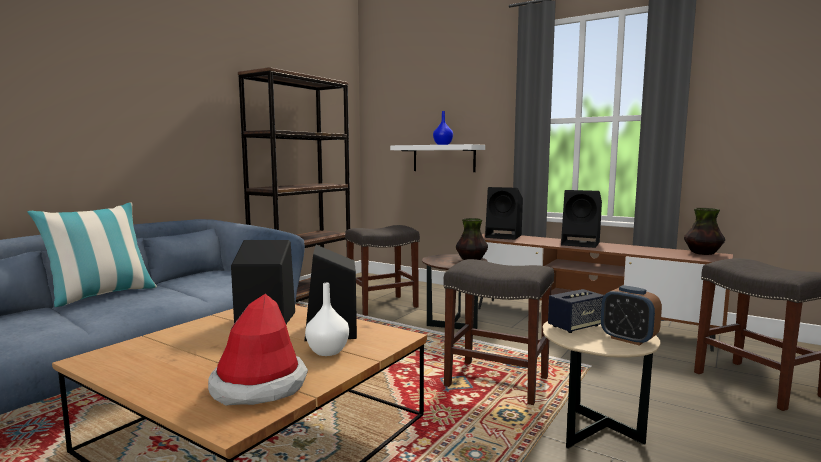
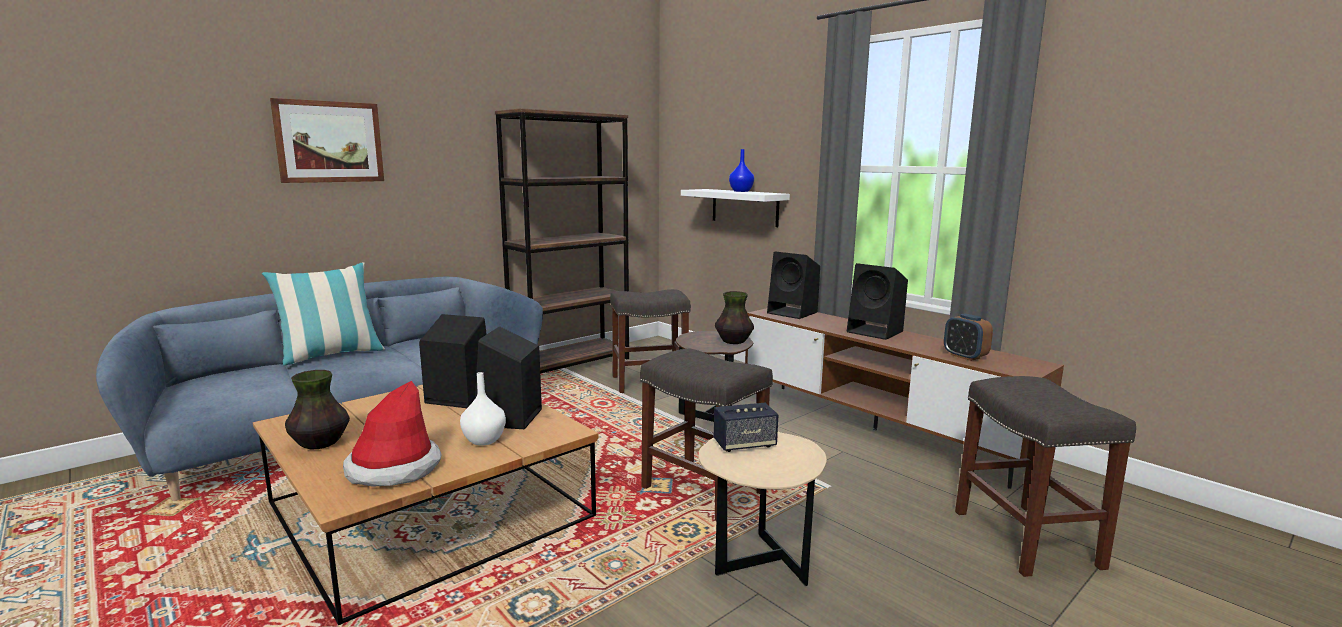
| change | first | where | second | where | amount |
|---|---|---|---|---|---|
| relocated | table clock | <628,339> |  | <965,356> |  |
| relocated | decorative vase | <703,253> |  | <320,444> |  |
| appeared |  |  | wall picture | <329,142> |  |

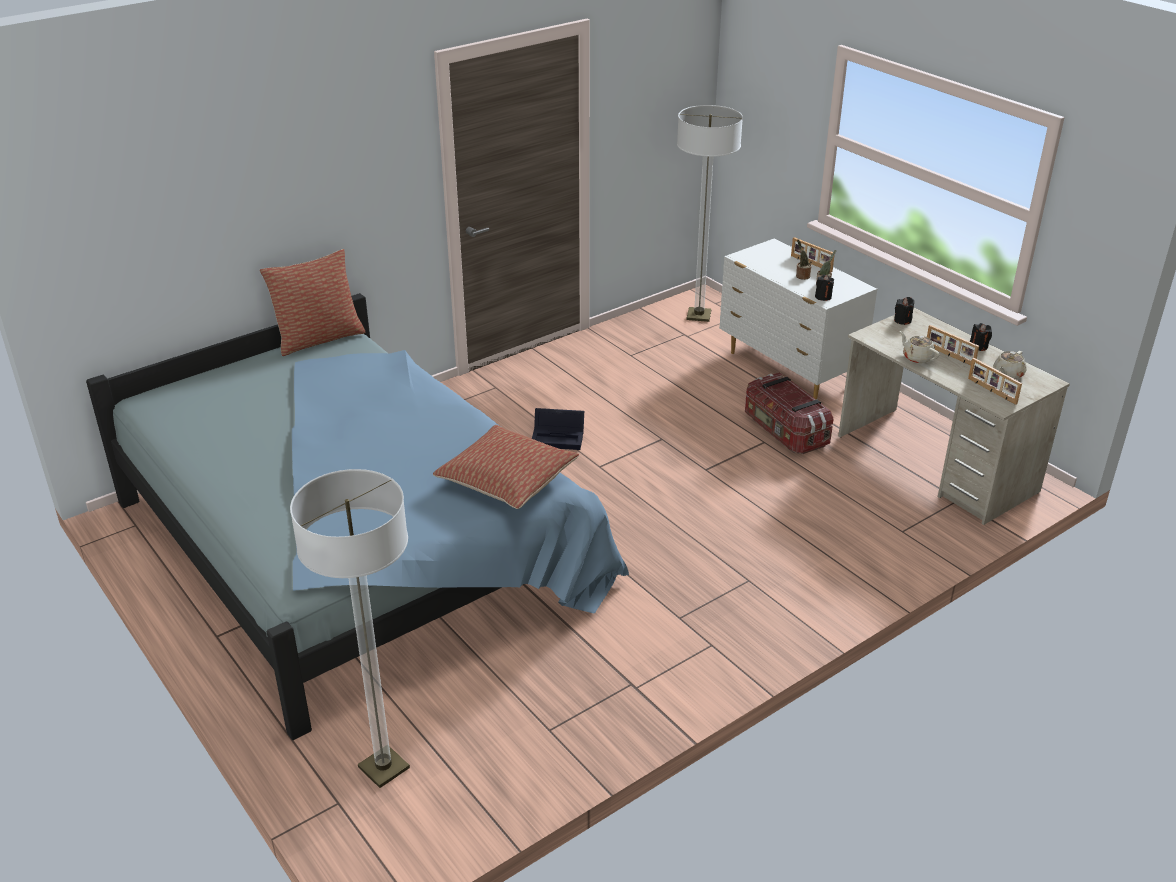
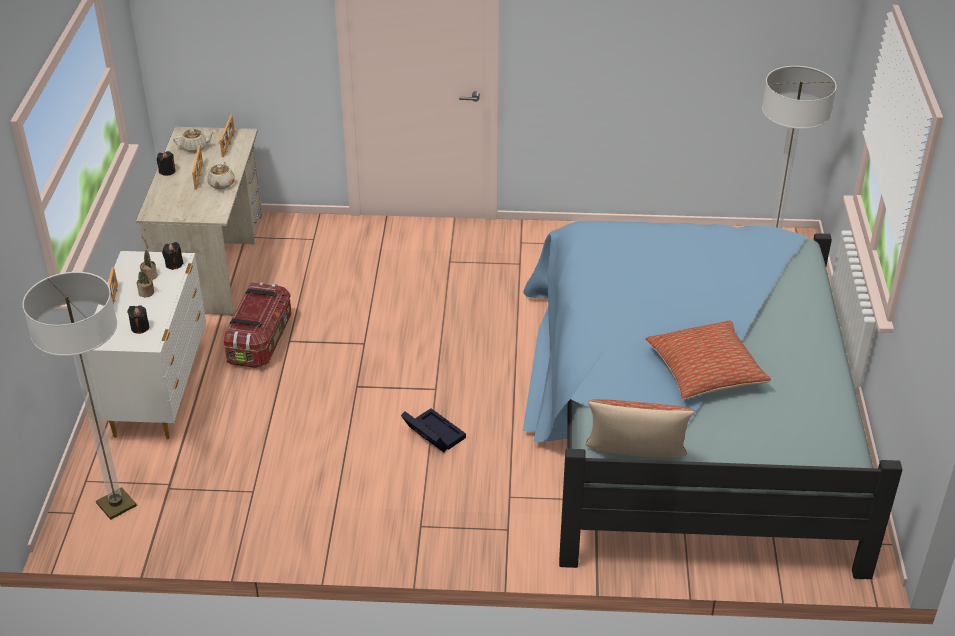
| change | first | where | second | where | amount |
|---|---|---|---|---|---|
| relocated | pillow | <507,480> |  | <705,371> |  |
| relocated | wax candle/black | <902,320> |  | <140,328> |  |

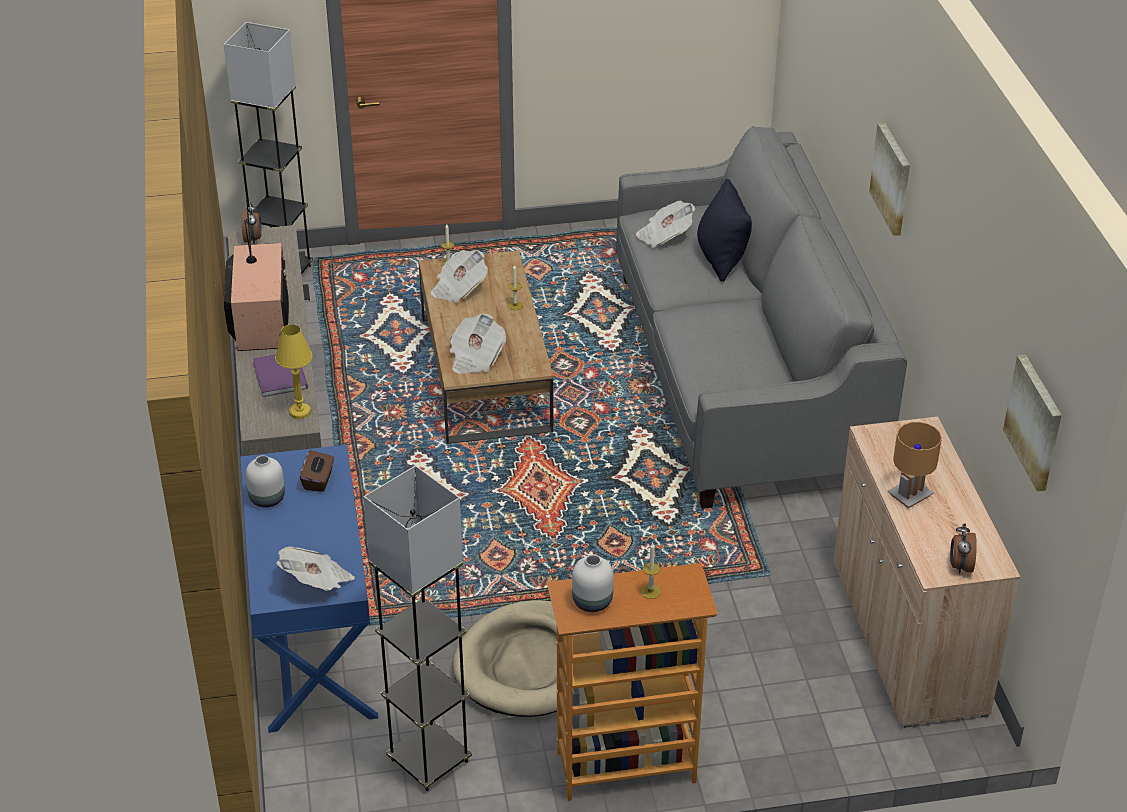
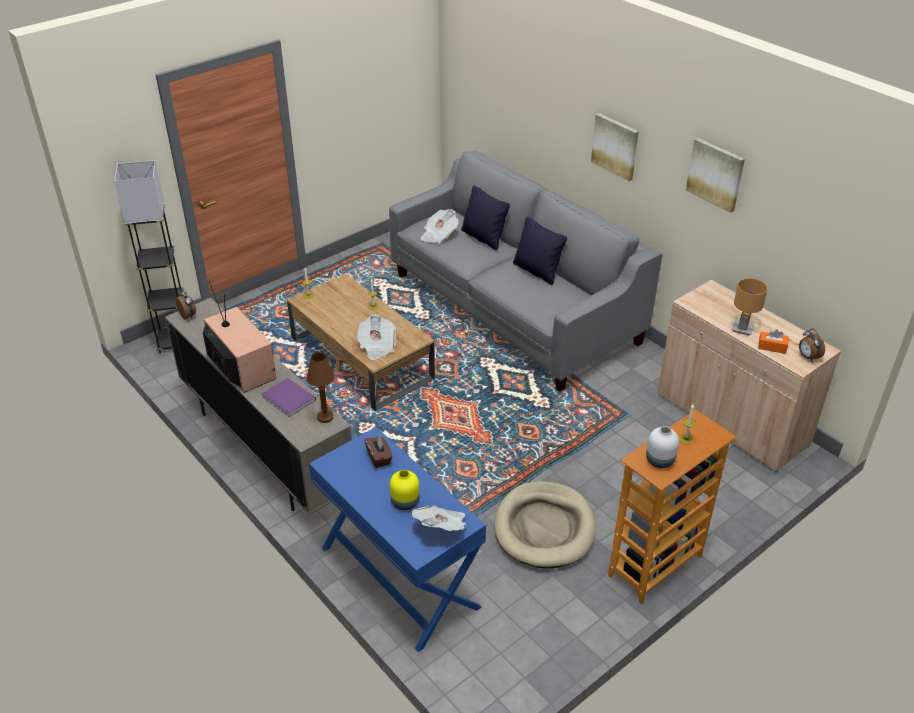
| change | first | where | second | where | amount |
|---|---|---|---|---|---|
| missing | decorative vase/whitish | <267,498> |  |  |  |
| colour | lamp for a table/yellow-coloured | <300,412> | lamp for a table/brown-coloured | <325,417> |  |
| missing | standing lamp/gray | <429,761> |  |  |  |
| missing | daily paper | <459,289> |  |  |  |
| relocated | wall picture | <1035,422> |  | <715,174> |  |
| appeared |  |  | decorative vase/yellow-coloured | <405,501> |  |
| appeared |  |  | pillow/black | <537,271> |  |
| appeared |  |  | tissue holder/orange | <772,347> |  |

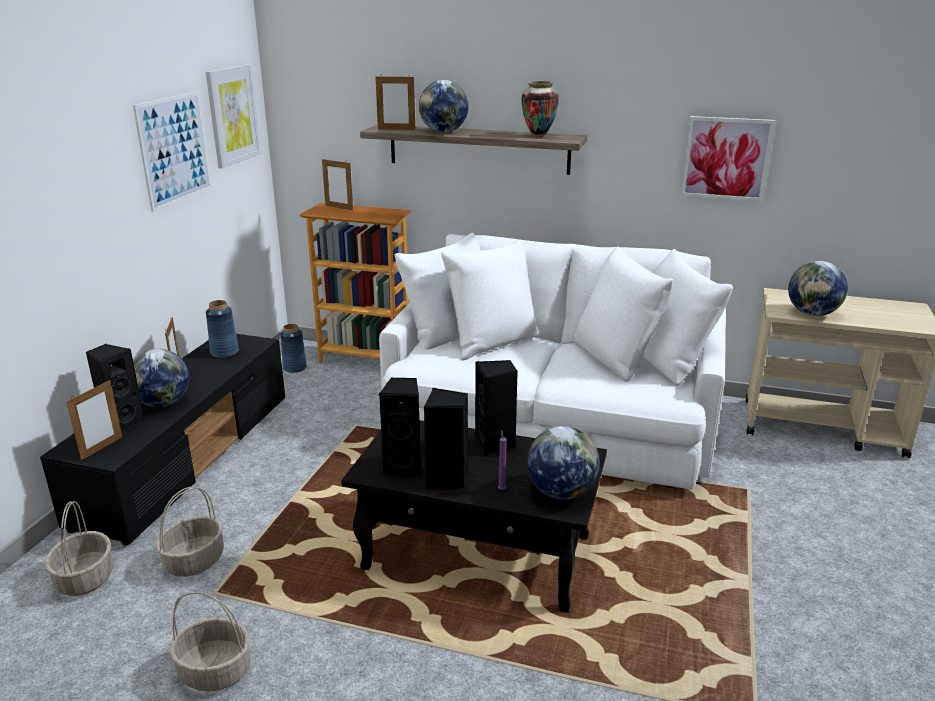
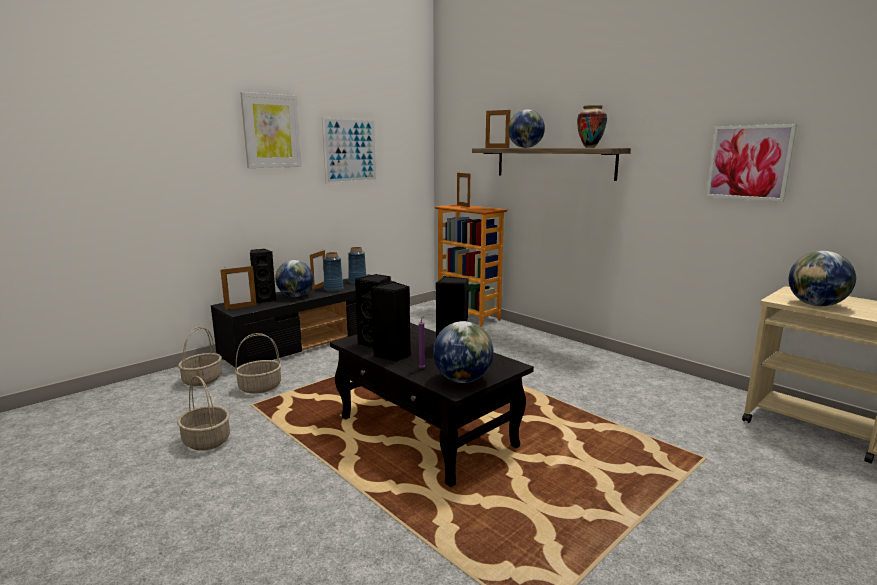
| change | first | where | second | where | amount |
|---|---|---|---|---|---|
| relocated | wall picture | <232,115> |  | <271,131> |  |
| relocated | decorative vase/blue-coloured | <294,368> |  | <333,289> |  |
| missing | couch/whitish | <553,419> |  |  |  |

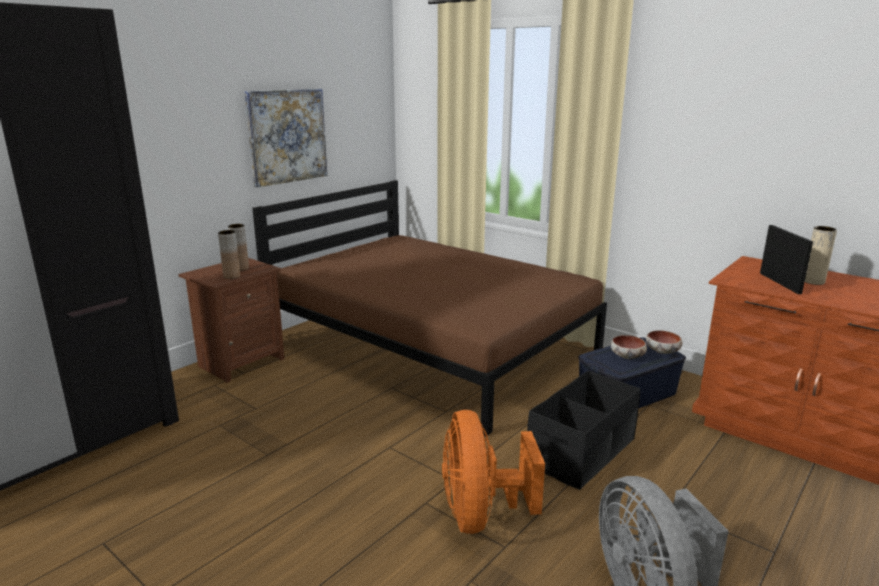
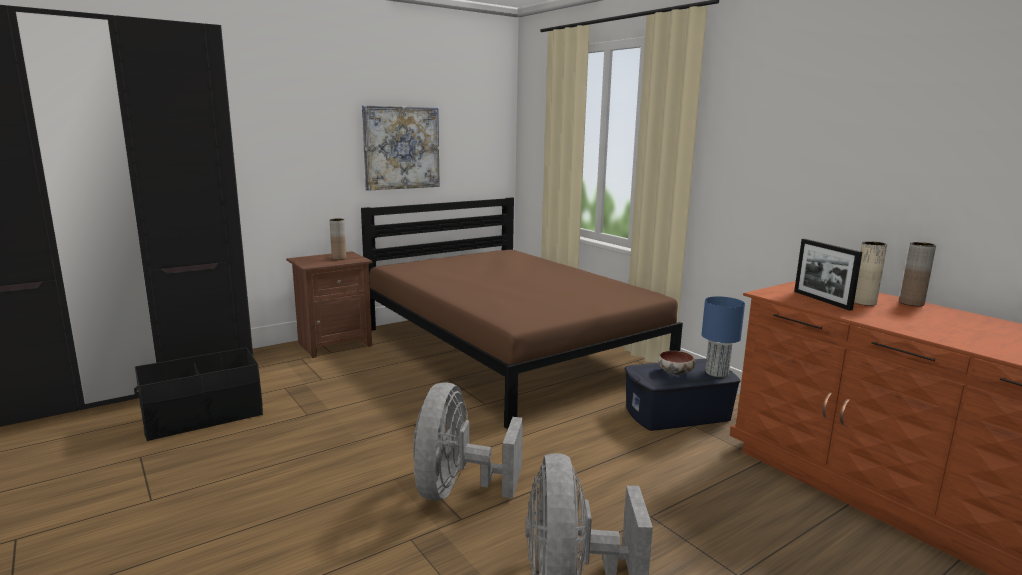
| change | first | where | second | where | amount |
|---|---|---|---|---|---|
| relocated | decorative vase/brown-coloured | <231,276> |  | <911,303> |  |
| colour | cooling fan/orange | <481,514> | cooling fan/gray | <457,490> |  |
| relocated | storage container/black | <582,452> |  | <203,417> |  |
| exchanged | bowl | <663,352> | lamp for a table/blue-coloured | <717,373> |  |
| spun | standing frame | <779,283> |  | <822,300> | 150 degrees clockwise |

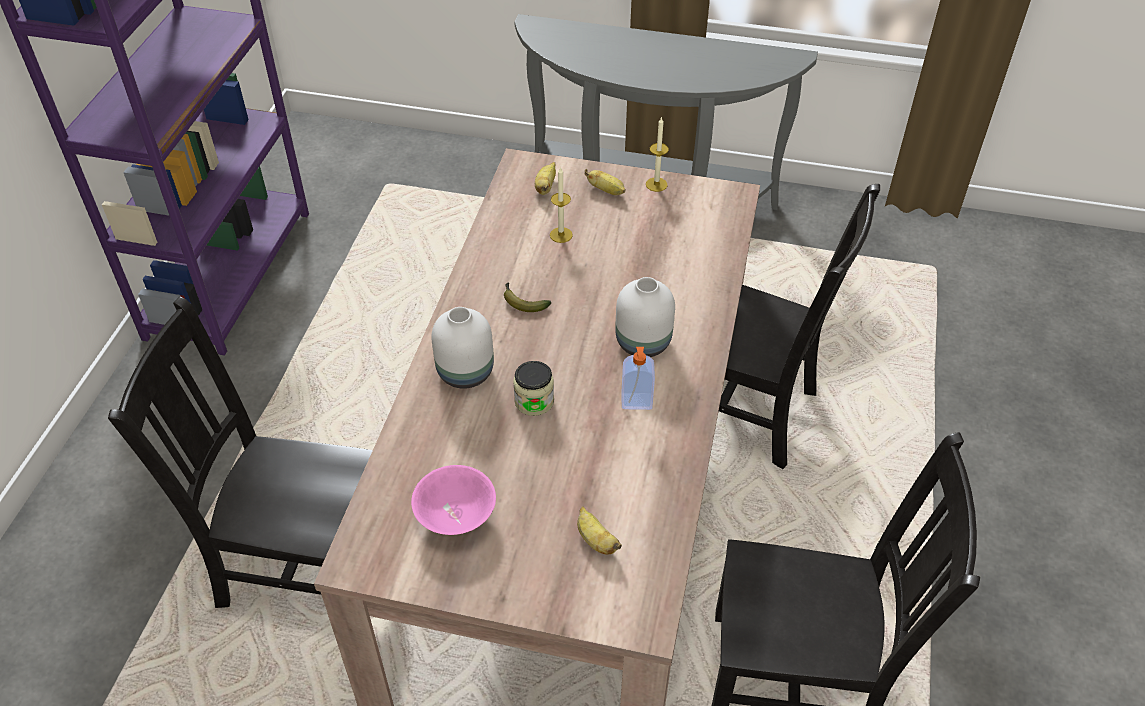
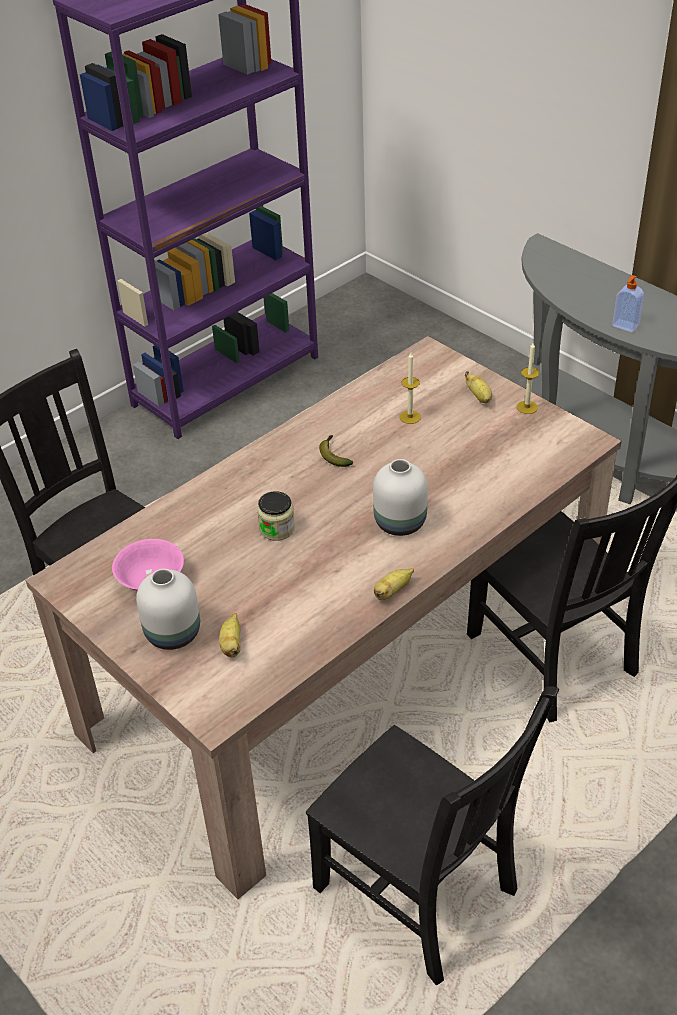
| change | first | where | second | where | amount |
|---|---|---|---|---|---|
| relocated | decorative vase/whitish | <466,373> |  | <173,635> |  |
| relocated | banana fruit | <545,187> |  | <392,591> |  |
| relocated | liquid soap bottle | <636,402> |  | <625,326> |  |

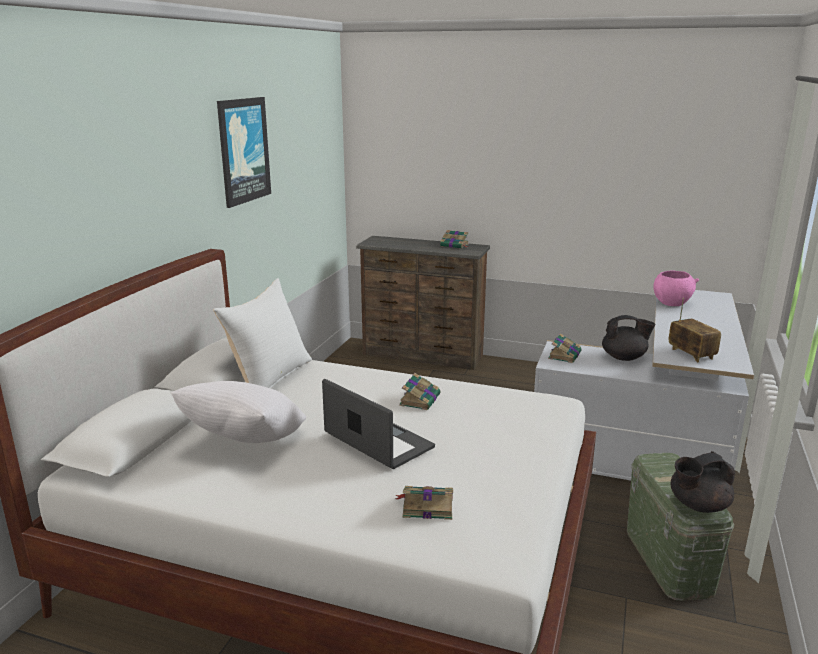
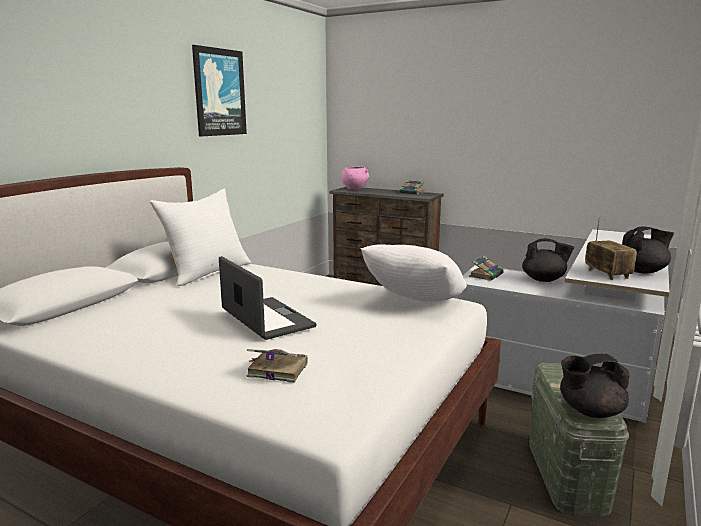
| change | first | where | second | where | amount |
|---|---|---|---|---|---|
| relocated | pillow/whitish | <245,444> |  | <414,304> |  |
| missing | bound book | <420,399> |  |  |  |
| relocated | bowl/pinkish | <671,303> |  | <355,189> |  |
| appeared |  |  | teapot/black | <642,271> |  |

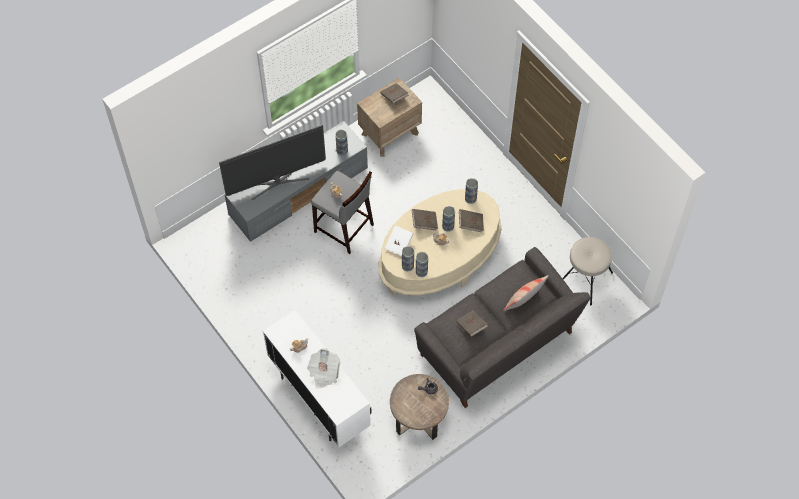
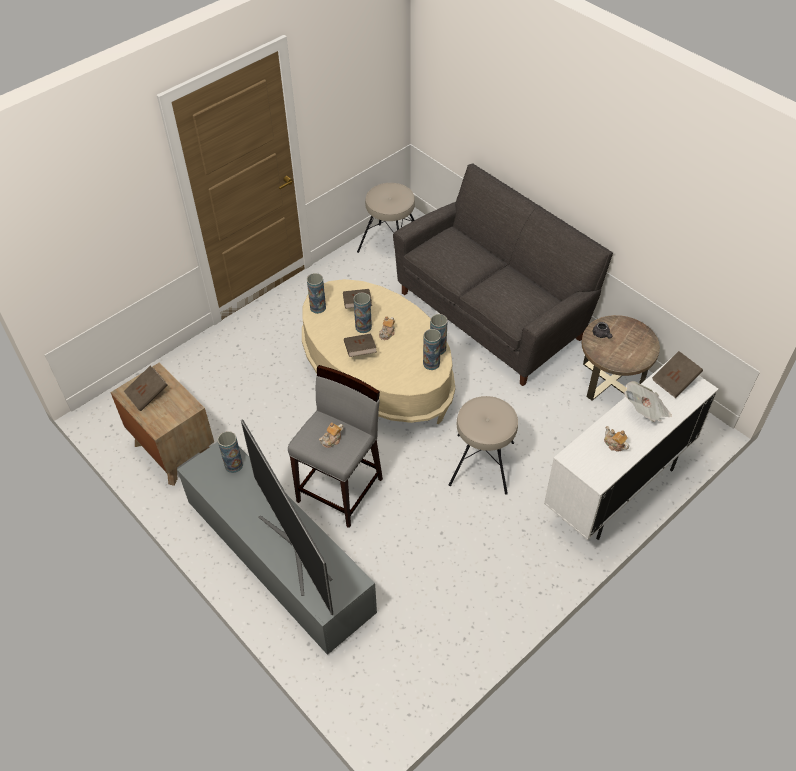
| change | first | where | second | where | amount |
|---|---|---|---|---|---|
| missing | bound book/whitish | <399,244> |  |  |  |
| relocated | bound book/brown-coloured | <471,327> |  | <675,381> |  |
| missing | pillow | <523,302> |  |  |  |
| appeared |  |  | stool seat/sand-coloured | <482,463> |  |

